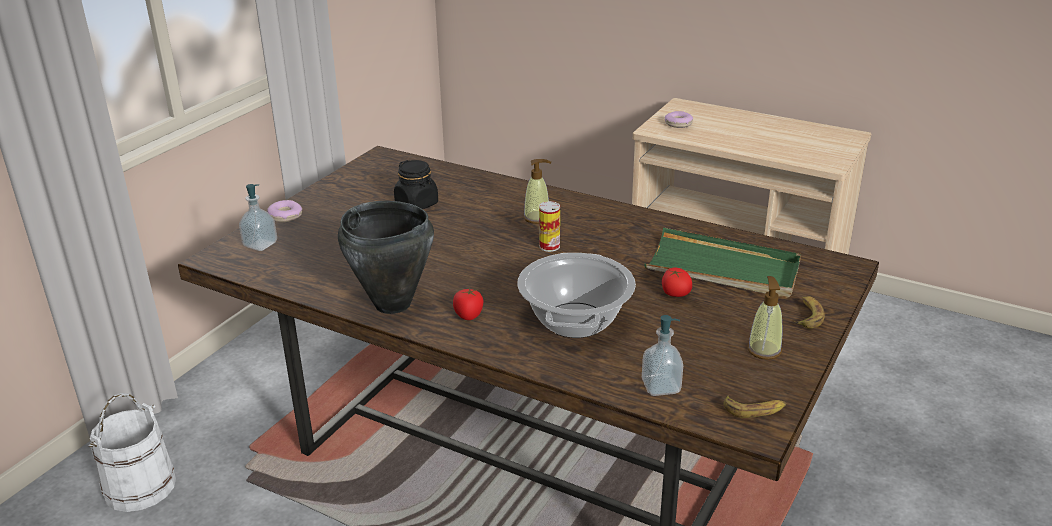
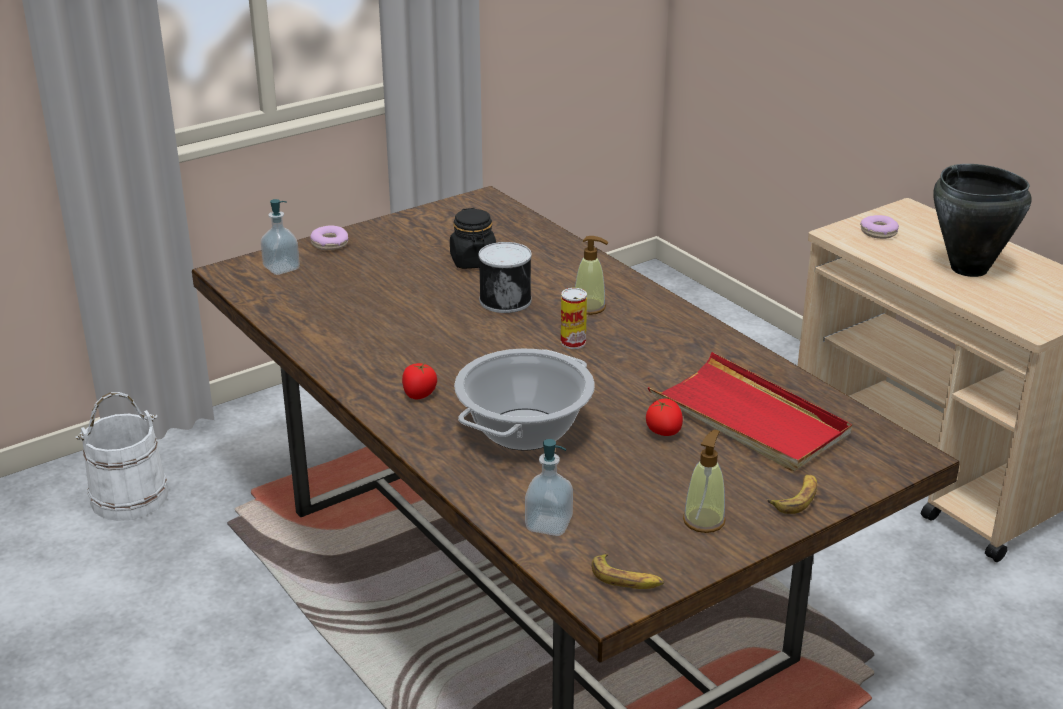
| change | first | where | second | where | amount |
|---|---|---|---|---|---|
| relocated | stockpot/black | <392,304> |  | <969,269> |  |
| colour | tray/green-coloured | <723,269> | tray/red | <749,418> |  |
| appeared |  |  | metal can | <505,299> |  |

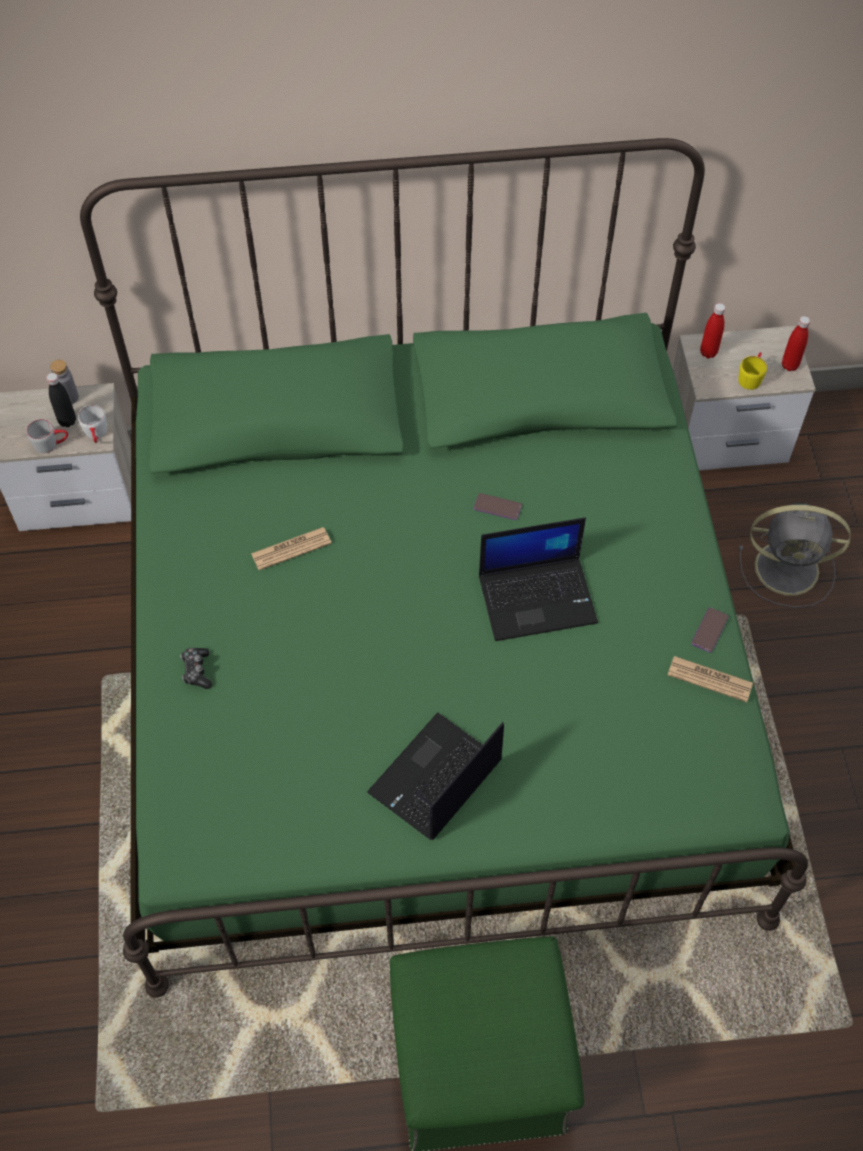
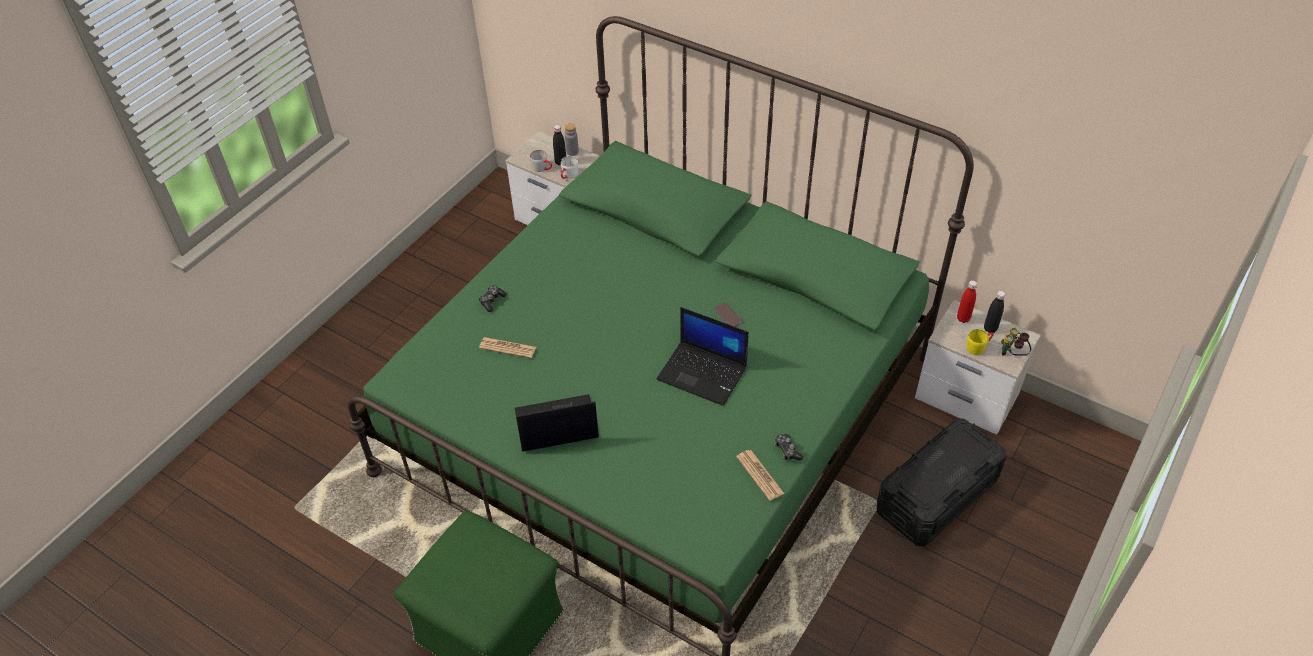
| change | first | where | second | where | amount |
|---|---|---|---|---|---|
| relocated | daily paper | <291,549> |  | <508,348> |  |
| exchanged | handset | <709,630> | joypad | <787,450> |  |
| exchanged | cooling fan/gray | <789,569> | storage container/black | <937,495> |  |
| exchanged | beverage bottle/red | <789,365> | binoculars | <1012,354> |  |
| appeared |  |  | beverage bottle/black | <990,329> |  |

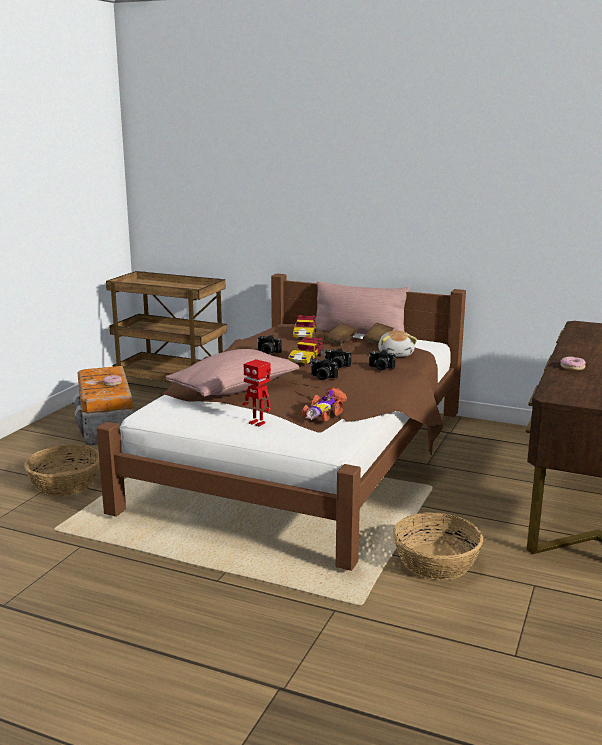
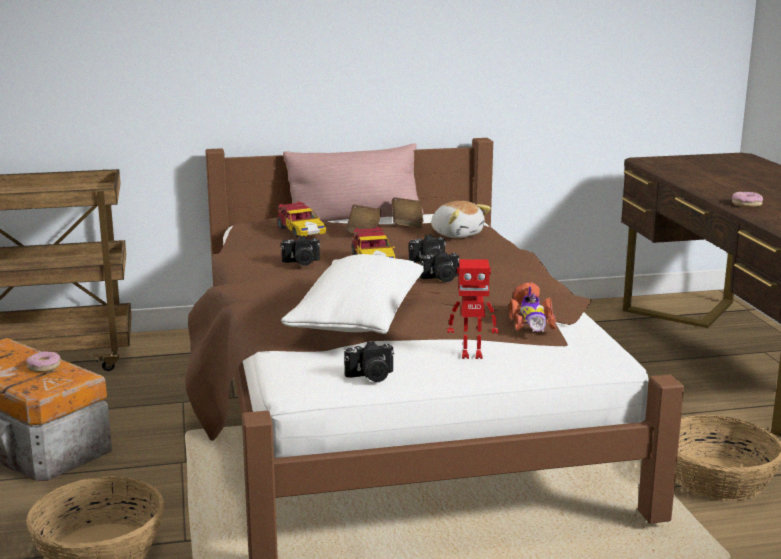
| change | first | where | second | where | amount |
|---|---|---|---|---|---|
| colour | pillow/pinkish | <234,389> | pillow/whitish | <358,320> |  |
| relocated | still camera | <380,368> |  | <371,377> |  |

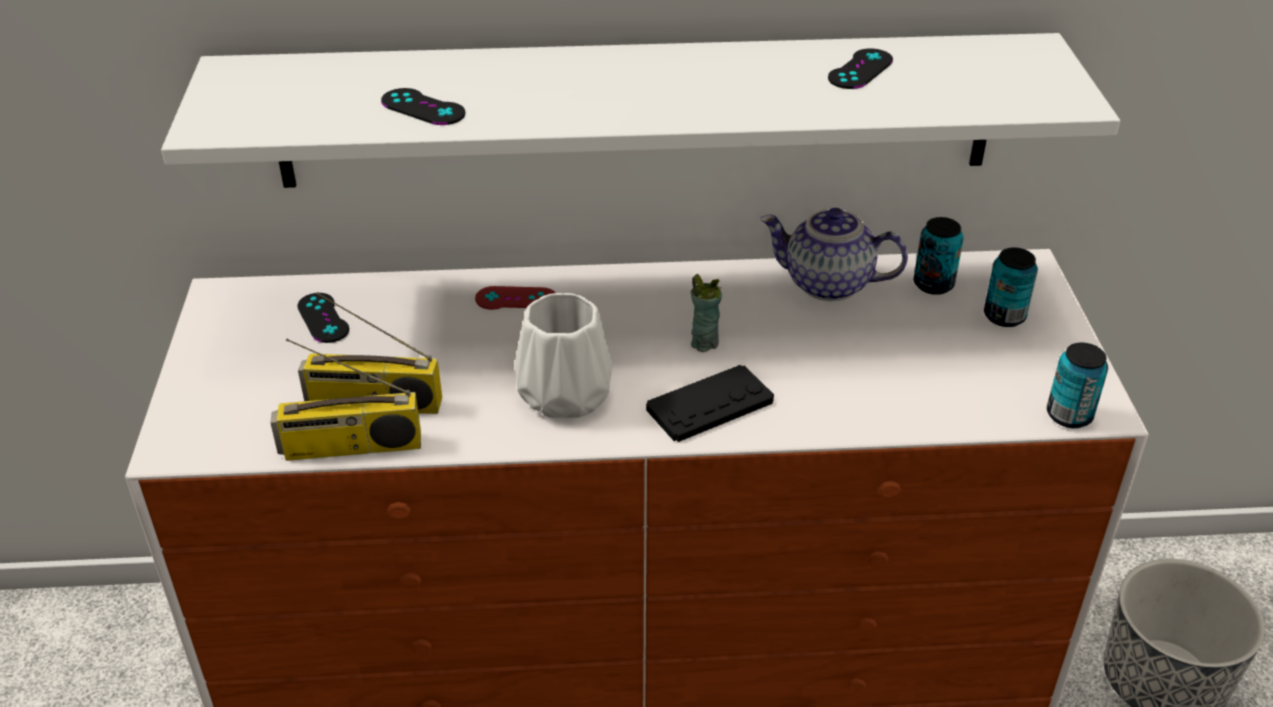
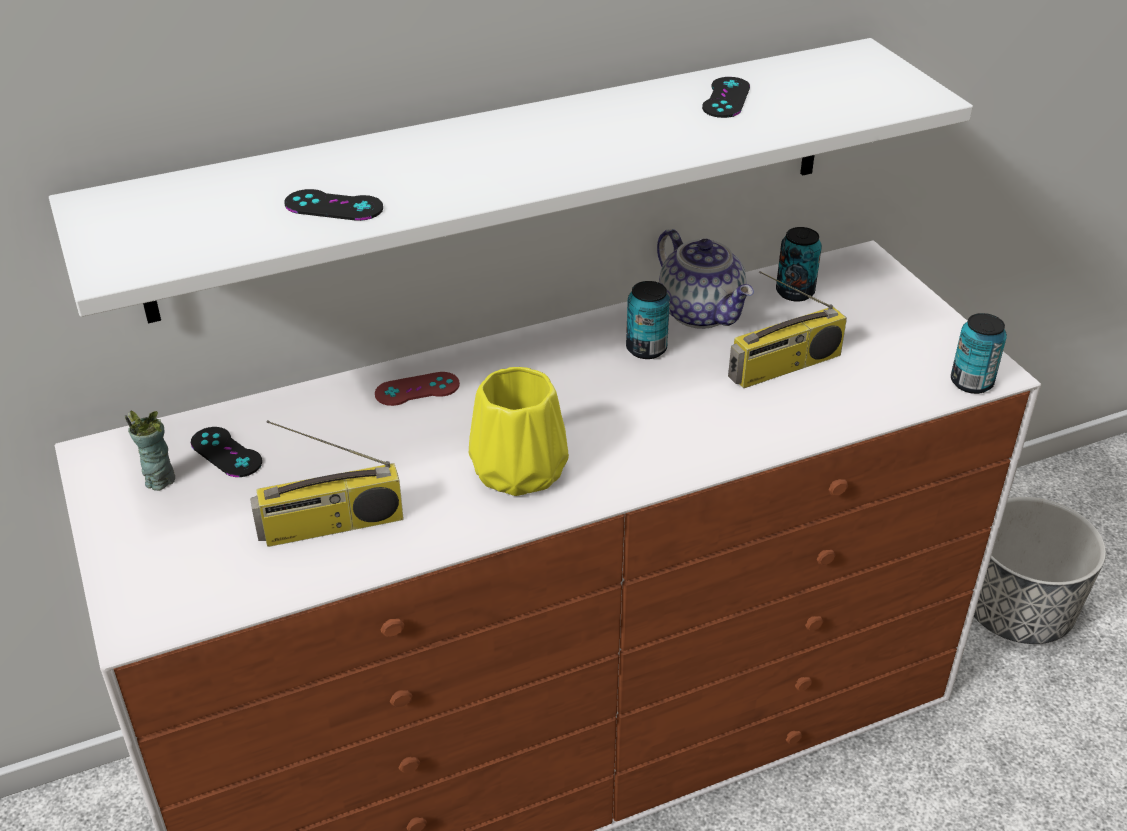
| change | first | where | second | where | amount |
|---|---|---|---|---|---|
| relocated | radio | <350,447> |  | <784,367> |  |
| colour | decorative vase/whitish | <567,395> | decorative vase/yellow-coloured | <521,470> |  |
| missing | joypad/black | <710,405> |  |  |  |
| relocated | small cup | <704,342> |  | <159,479> |  |
| spun | teapot | <827,285> |  | <702,312> | 120 degrees counterclockwise |
| relocated | metal can | <1004,316> |  | <646,349> |  |

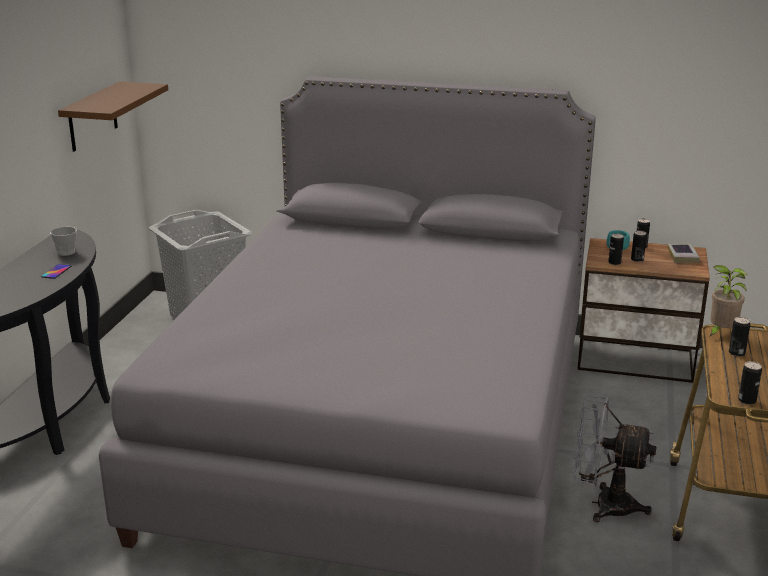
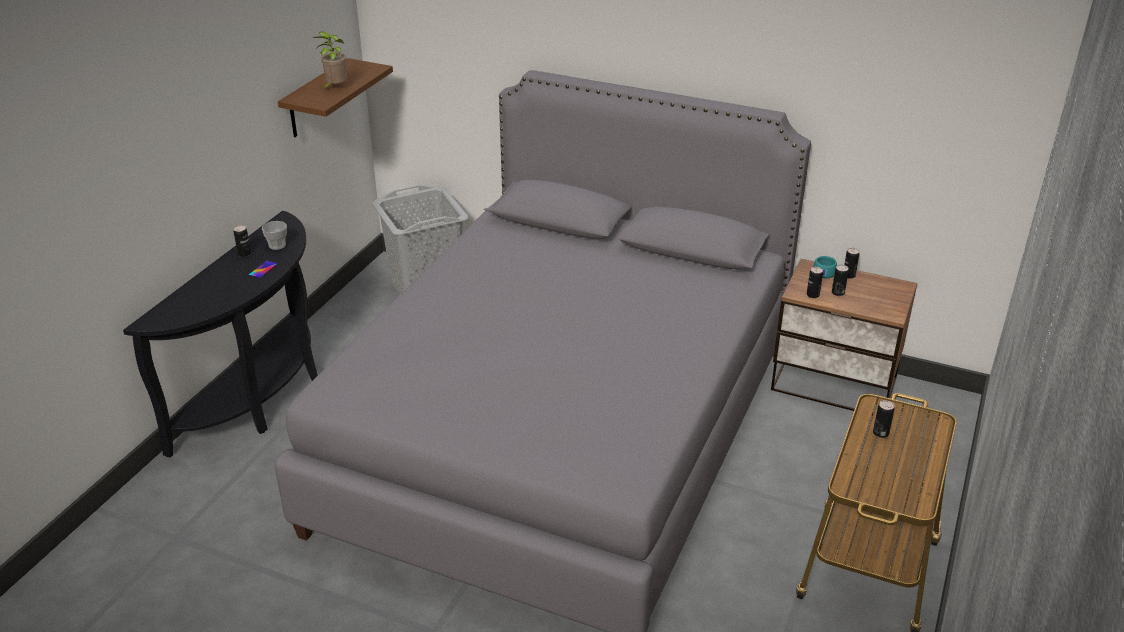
| change | first | where | second | where | amount |
|---|---|---|---|---|---|
| missing | cooling fan/gray | <603,505> |  |  |  |
| missing | bound book | <682,256> |  |  |  |
| relocated | houseplant | <720,333> |  | <335,88> |  |
| relocated | metal can | <747,400> |  | <244,254> |  |

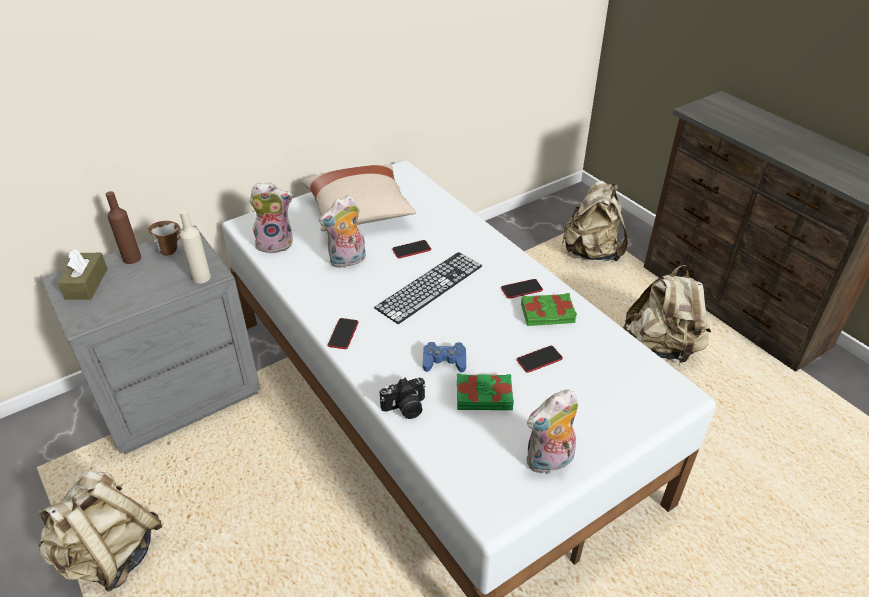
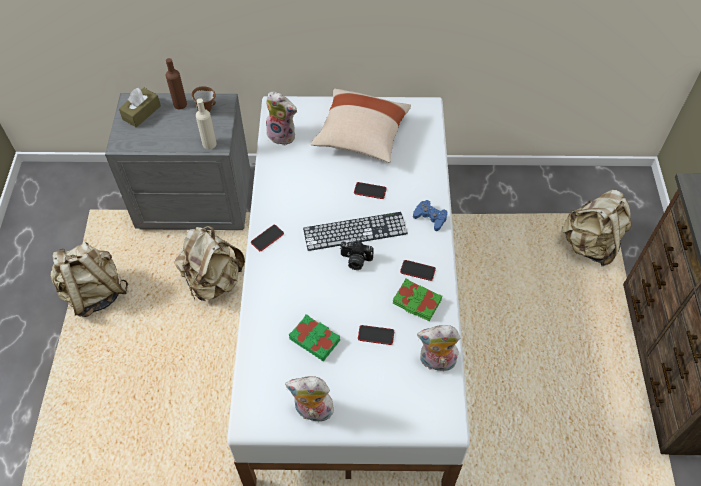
| change | first | where | second | where | amount |
|---|---|---|---|---|---|
| relocated | cuddly toy | <347,261> |  | <436,362> |  |
| relocated | still camera | <405,408> |  | <355,260> |  |
| relocated | joypad/blue-coloured | <444,361> |  | <430,217> |  |
| relocated | backpack/sand-coloured | <662,347> |  | <213,281> |  |

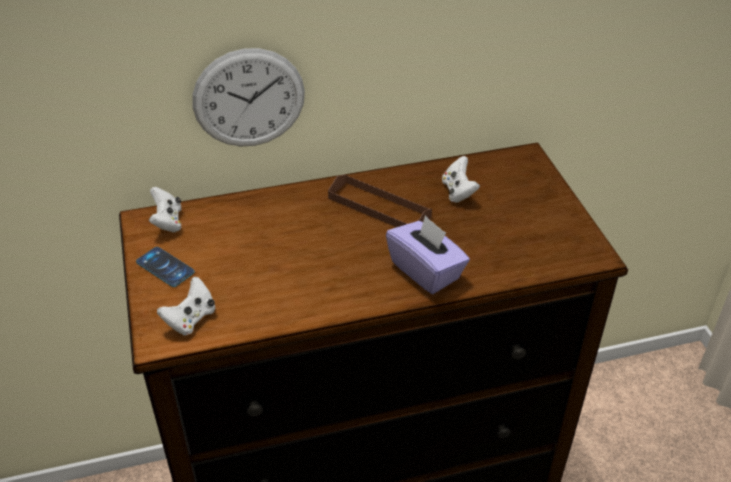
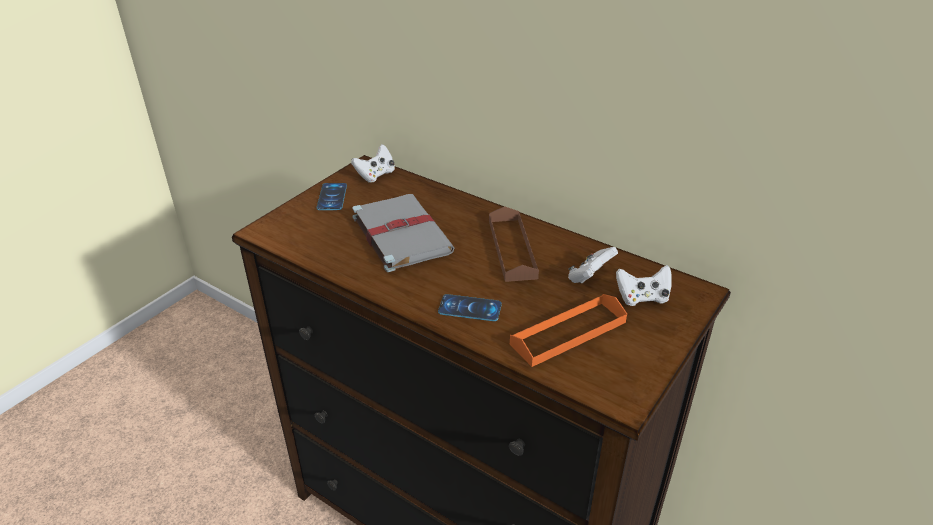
| change | first | where | second | where | amount |
|---|---|---|---|---|---|
| relocated | joypad/whitish | <191,319> |  | <642,298> |  |
| missing | hanging clock | <249,98> |  |  |  |
| exchanged | tissue holder/purple | <426,271> | handset | <470,308> |  |
| appeared |  |  | bound book/gray | <400,233> |  |
| appeared |  |  | tray/orange | <568,333> |  |

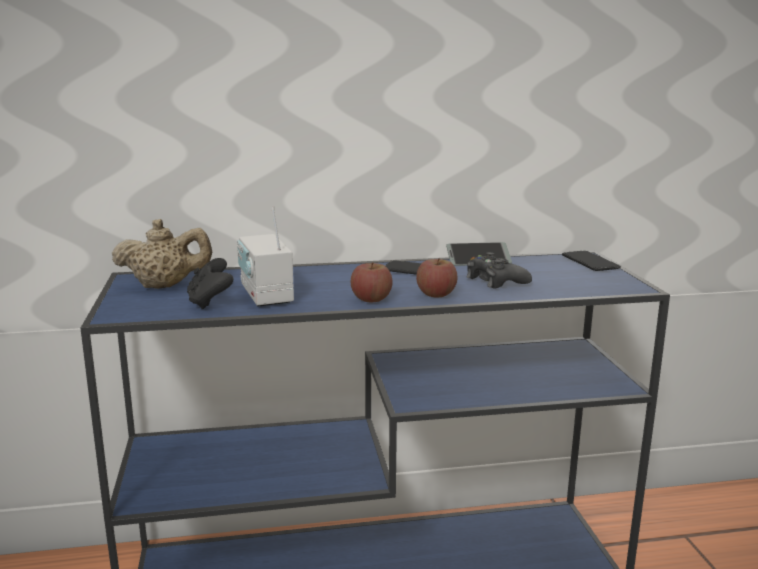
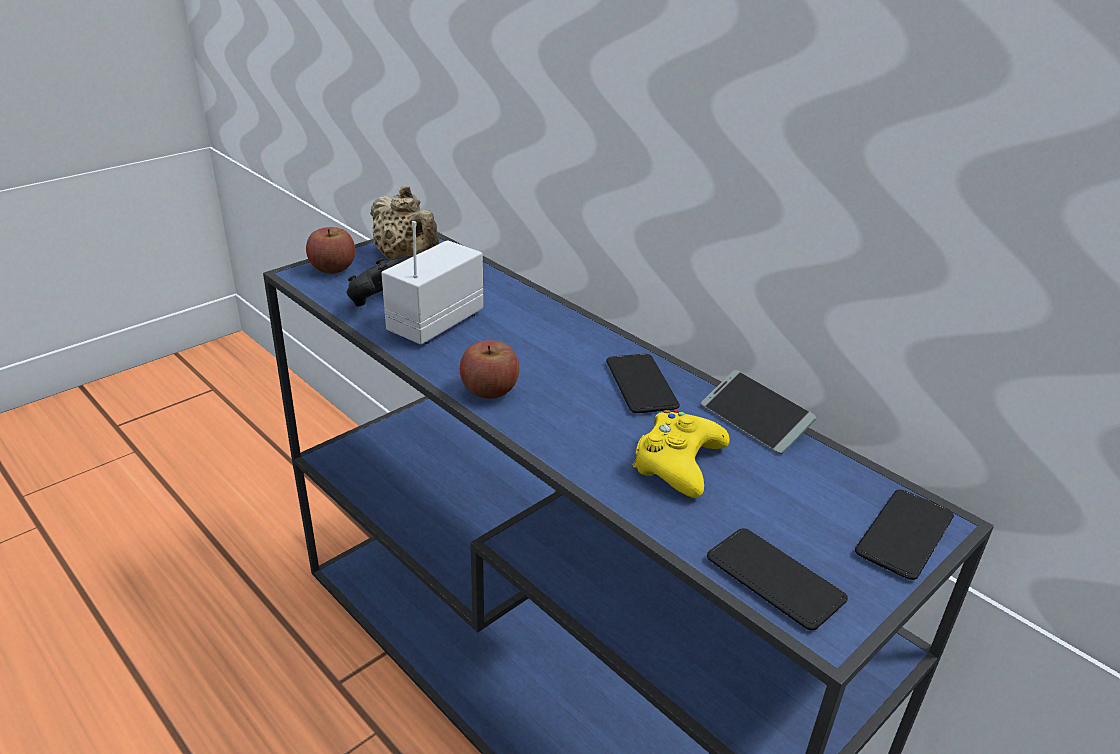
| change | first | where | second | where | amount |
|---|---|---|---|---|---|
| relocated | whole apple | <436,294> |  | <333,268> |  |
| colour | joypad/black | <495,281> | joypad/yellow-coloured | <678,463> |  |
| appeared |  |  | handset | <774,579> |  |

